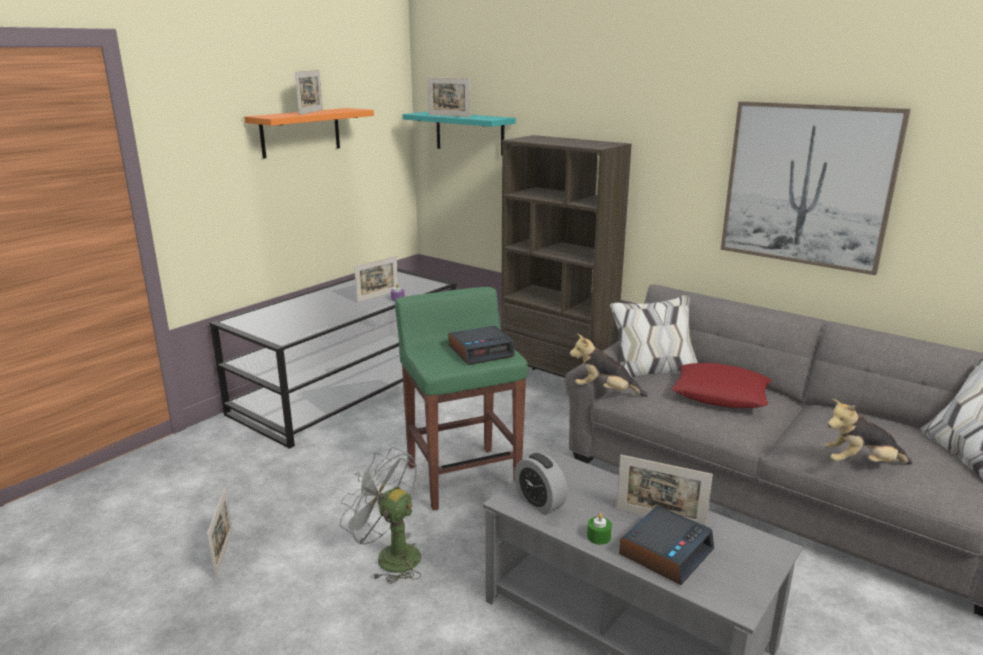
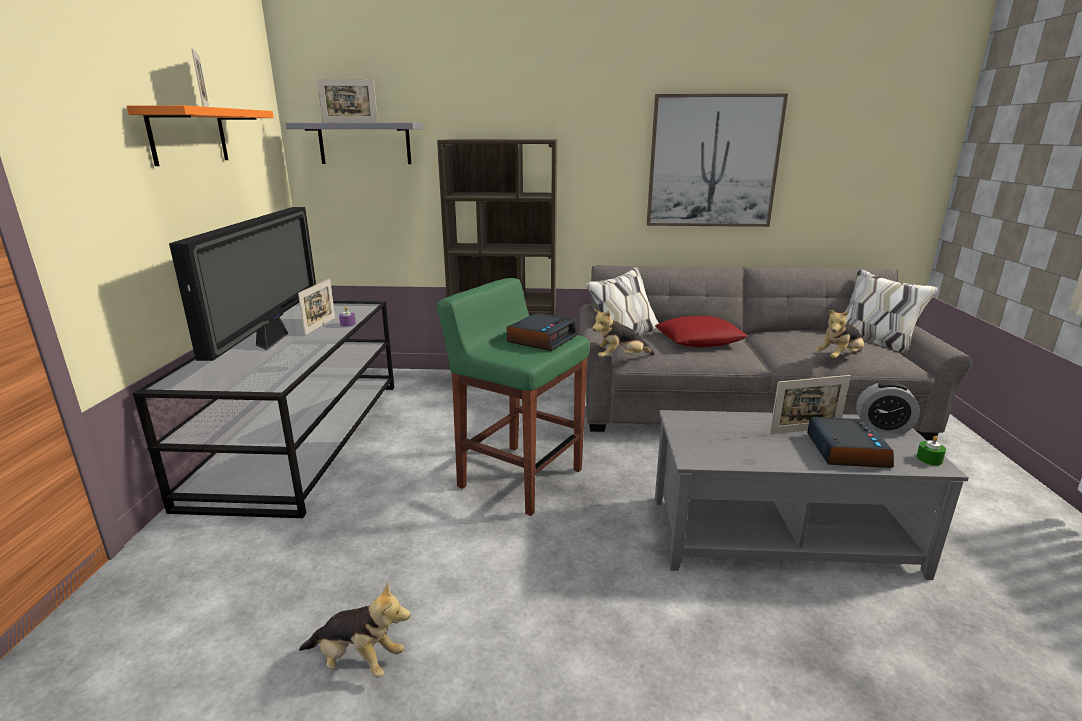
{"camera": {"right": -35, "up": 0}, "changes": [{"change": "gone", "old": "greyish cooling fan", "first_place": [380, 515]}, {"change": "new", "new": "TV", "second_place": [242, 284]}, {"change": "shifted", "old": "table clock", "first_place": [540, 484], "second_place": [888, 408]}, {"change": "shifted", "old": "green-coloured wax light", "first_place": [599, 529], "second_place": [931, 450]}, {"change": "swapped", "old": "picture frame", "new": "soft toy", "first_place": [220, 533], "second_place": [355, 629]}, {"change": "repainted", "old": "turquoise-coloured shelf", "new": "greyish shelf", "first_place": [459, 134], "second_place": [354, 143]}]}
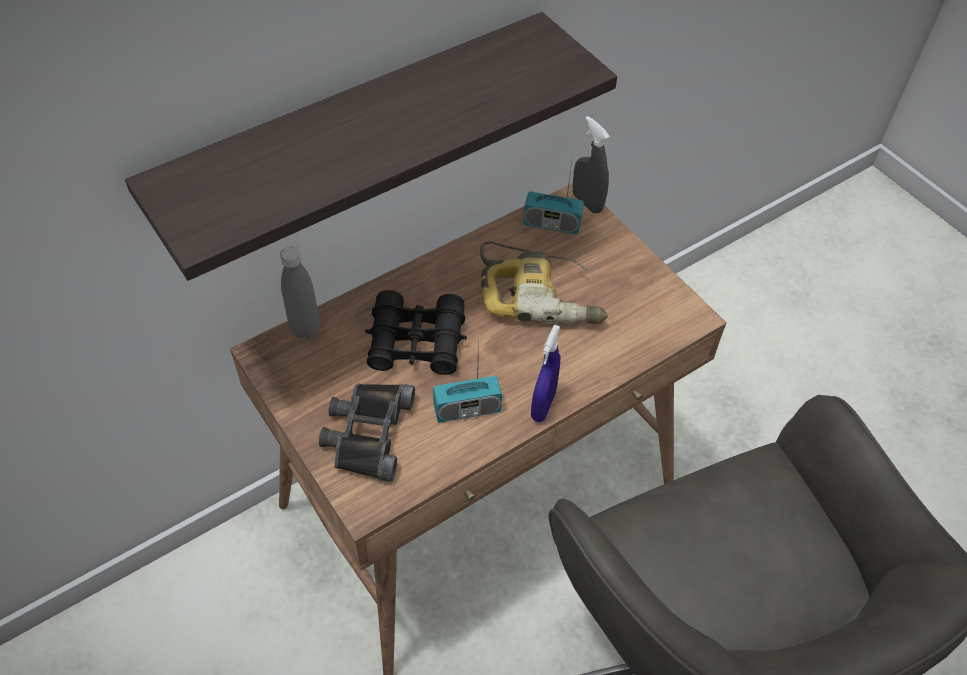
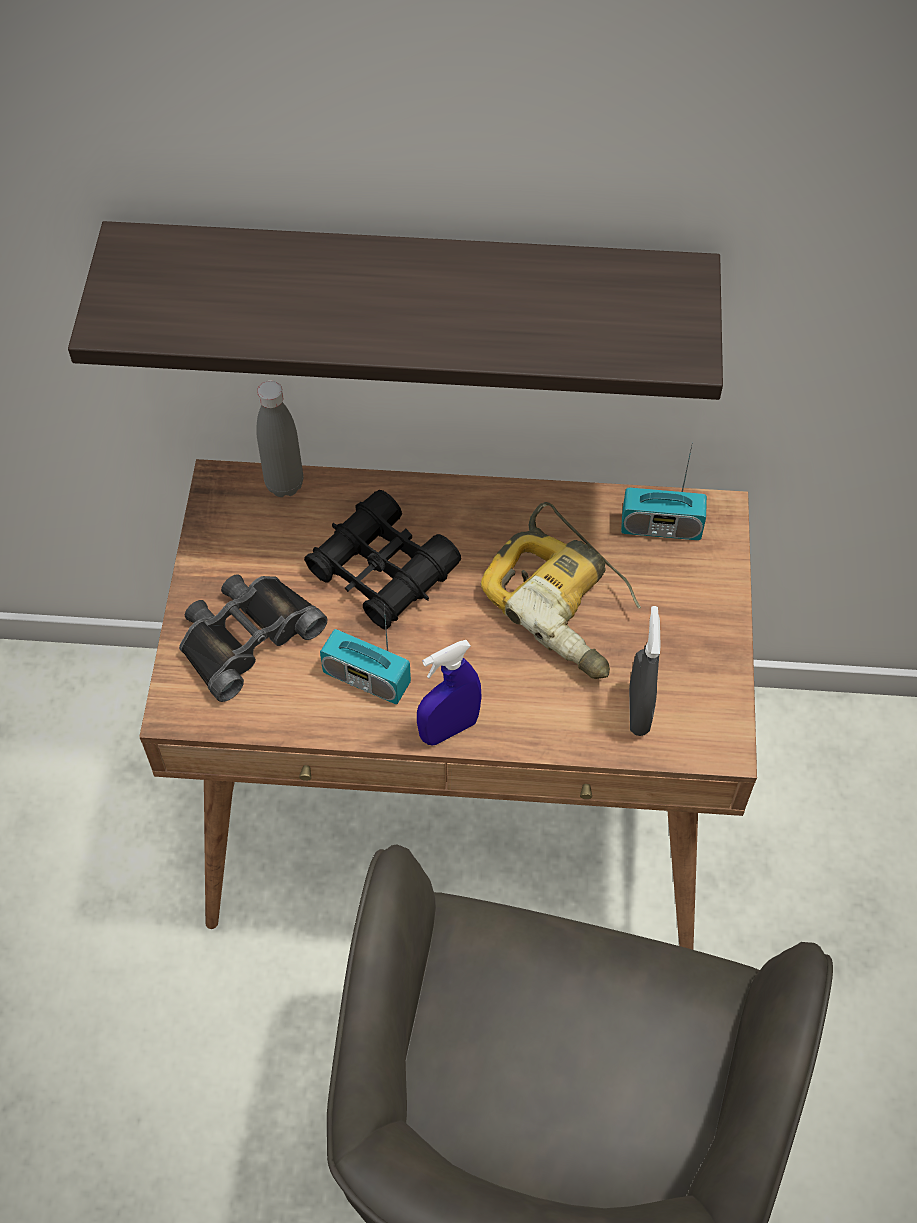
{"camera": {"right": 40, "up": 5}, "changes": [{"change": "shifted", "old": "greyish spray bottle", "first_place": [591, 165], "second_place": [645, 671]}, {"change": "rotated", "old": "radio", "first_place": [553, 197], "second_place": [664, 491], "degrees": -45}]}
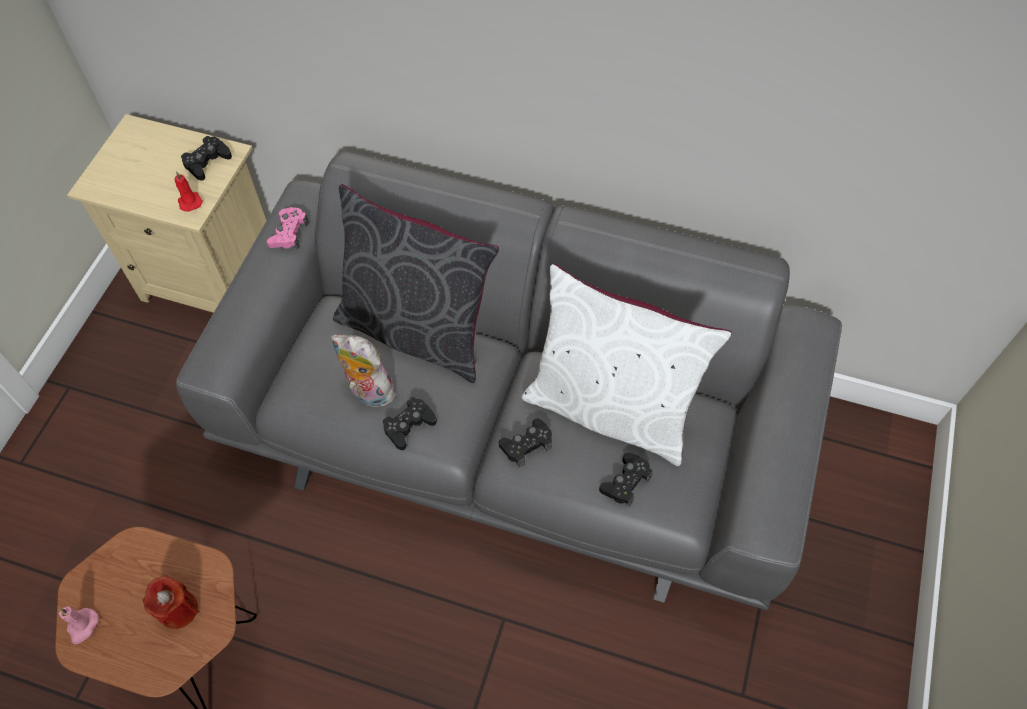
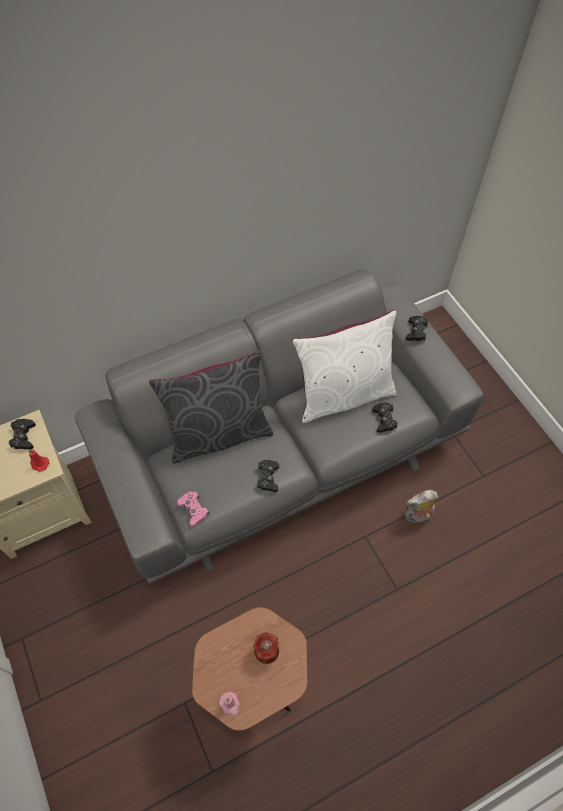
{"camera": {"right": -45, "up": 0}, "changes": [{"change": "shifted", "old": "pink gamepad", "first_place": [288, 228], "second_place": [193, 509]}, {"change": "shifted", "old": "soft toy", "first_place": [364, 371], "second_place": [421, 506]}, {"change": "shifted", "old": "black-coloured gamepad", "first_place": [525, 442], "second_place": [417, 329]}]}
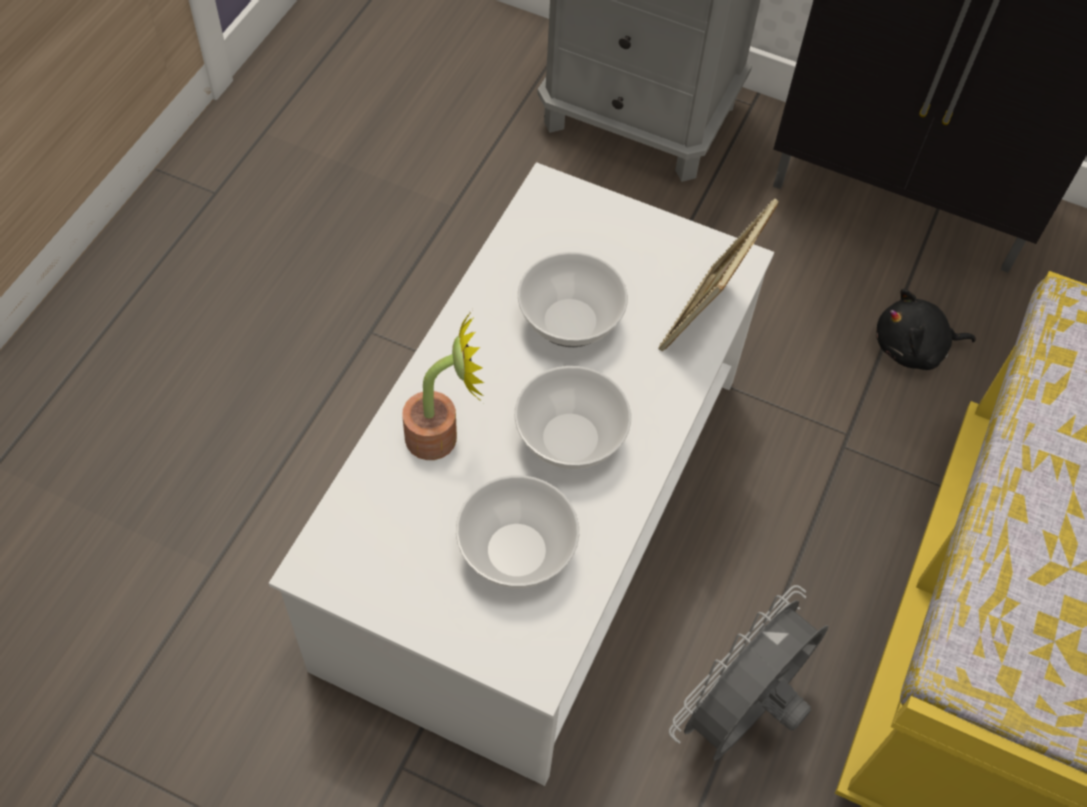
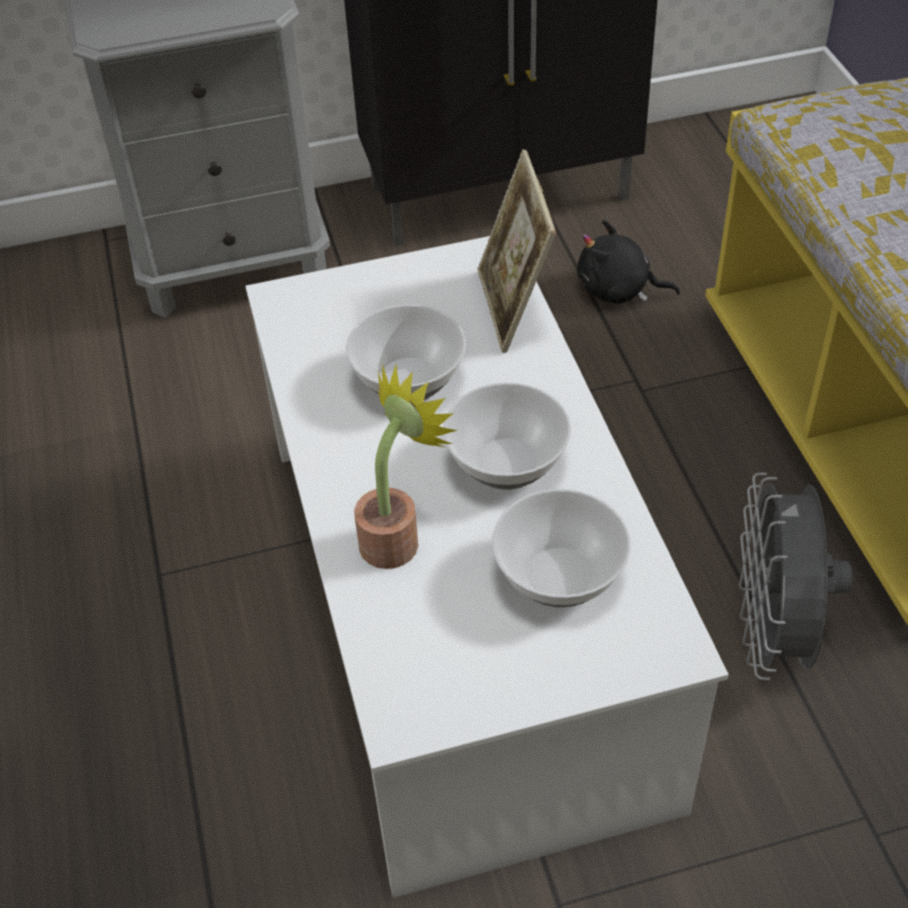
{"camera": {"right": -35, "up": -10}, "changes": [{"change": "rotated", "old": "black-coloured soft toy", "first_place": [926, 329], "second_place": [628, 262], "degrees": 60}]}
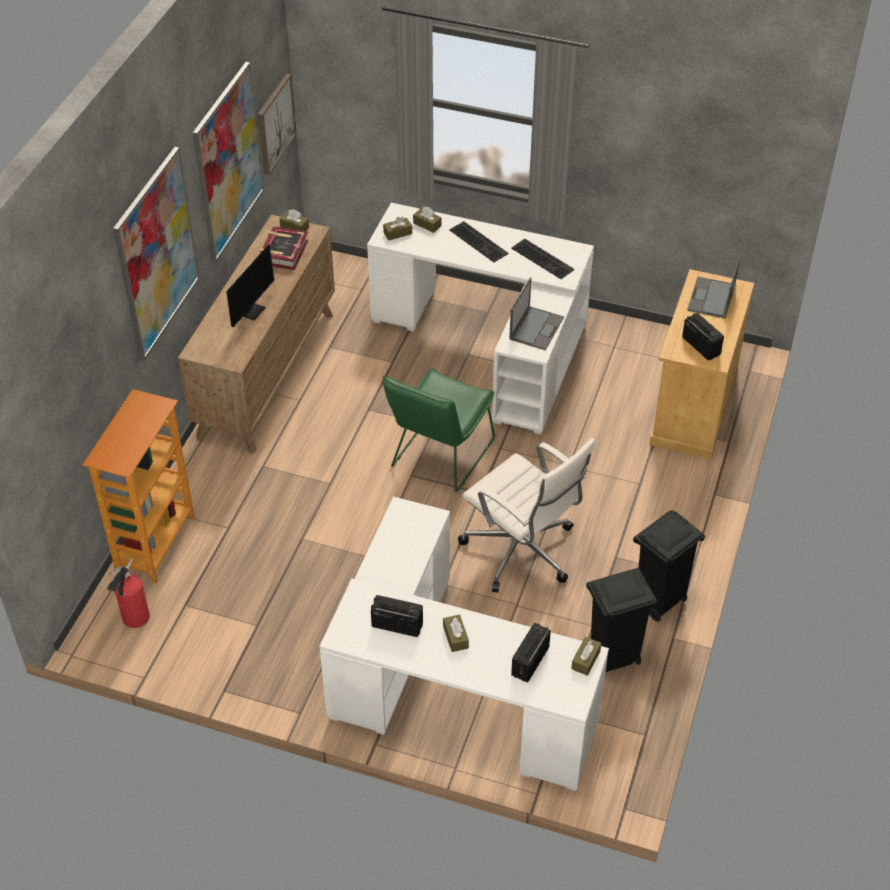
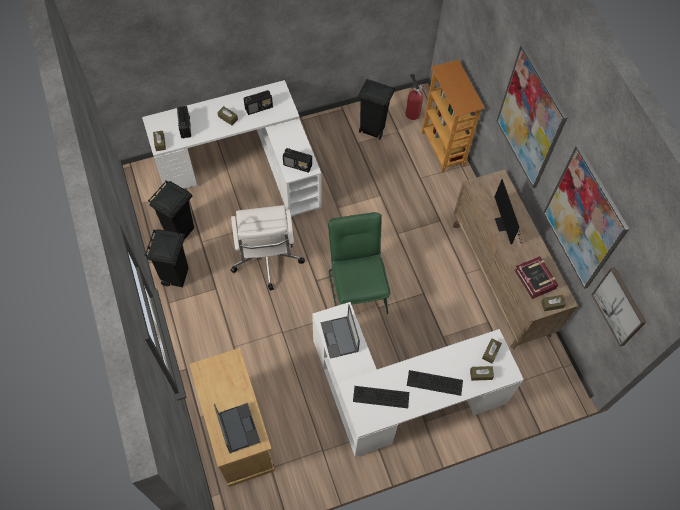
{"camera": {"right": 140, "up": 15}, "changes": [{"change": "new", "new": "black-coloured trash can", "second_place": [376, 109]}, {"change": "shifted", "old": "radio", "first_place": [703, 337], "second_place": [297, 160]}, {"change": "rotated", "old": "white desk chair", "first_place": [526, 515], "second_place": [267, 248], "degrees": -105}]}
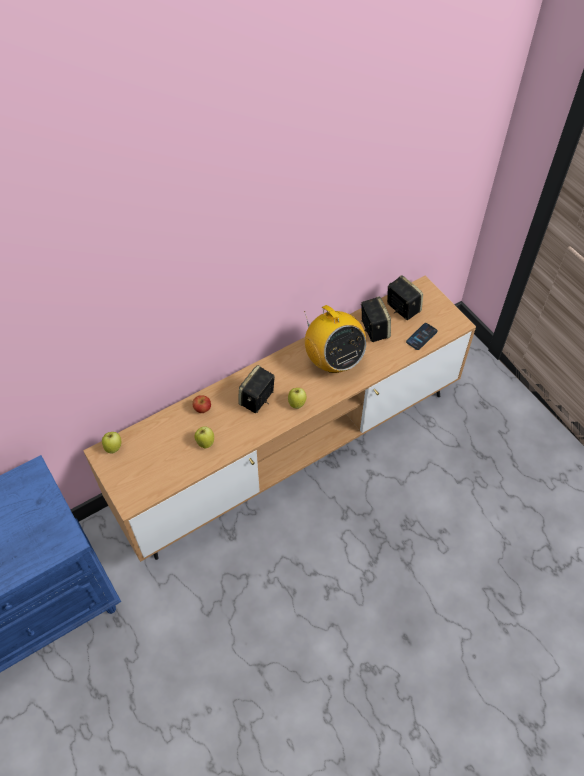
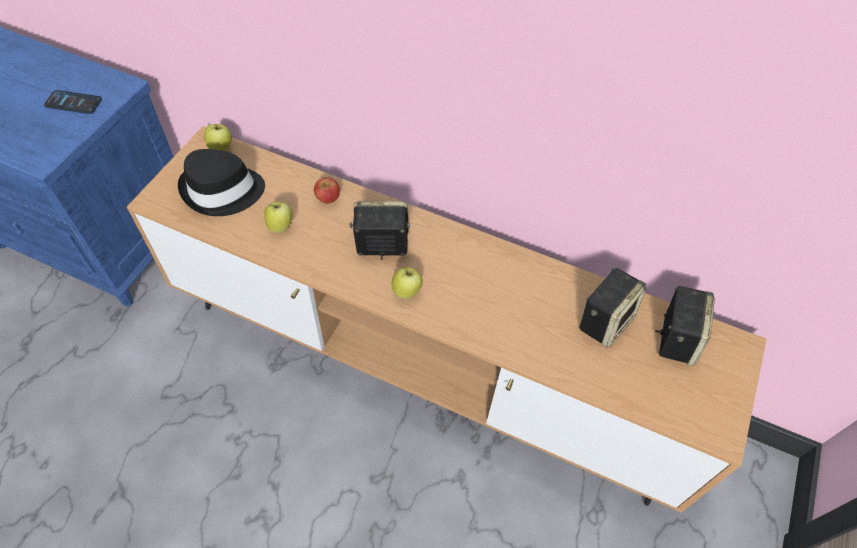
{"camera": {"right": 55, "up": 0}, "changes": [{"change": "gone", "old": "radio", "first_place": [335, 339]}, {"change": "new", "new": "black-coloured hat", "second_place": [221, 182]}, {"change": "shifted", "old": "phone", "first_place": [422, 336], "second_place": [73, 102]}]}
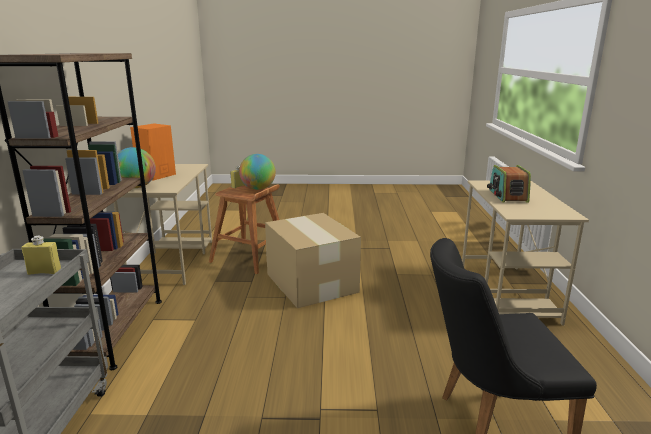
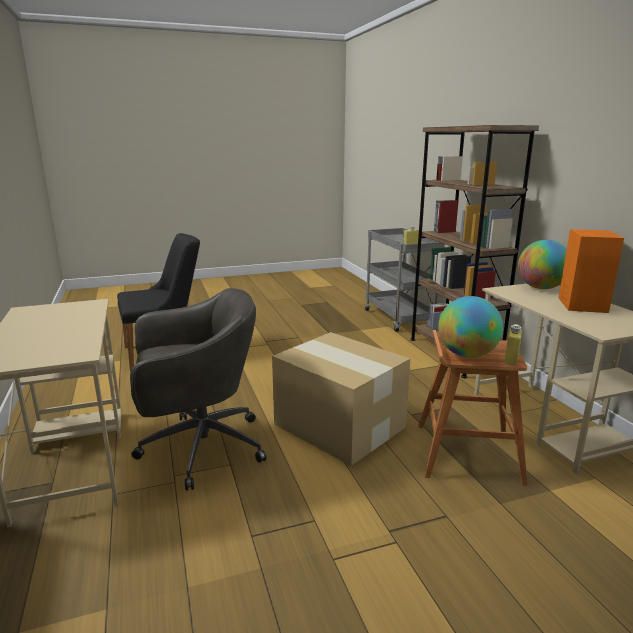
{"camera": {"right": 160, "up": 0}, "changes": [{"change": "gone", "old": "radio", "first_place": [509, 184]}, {"change": "new", "new": "greyish desk chair", "second_place": [198, 389]}]}
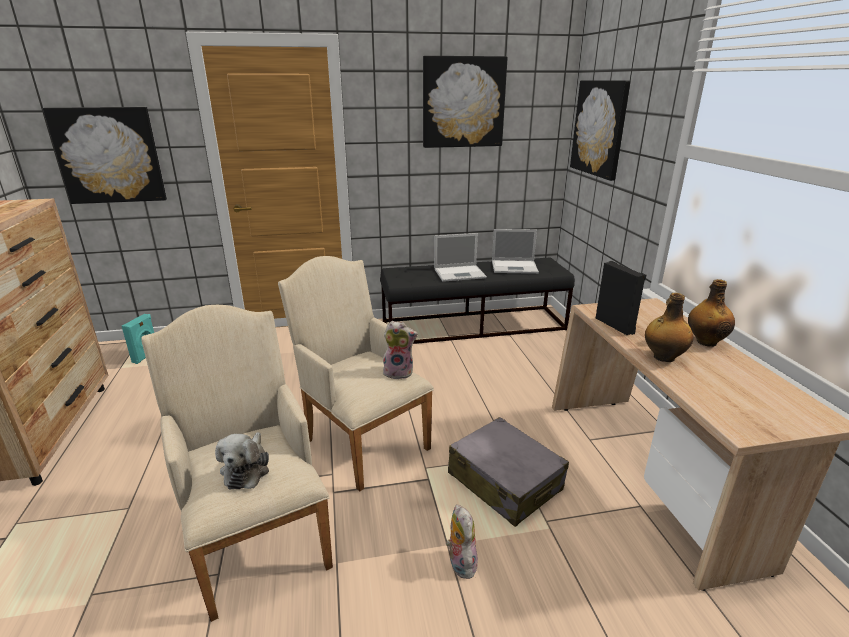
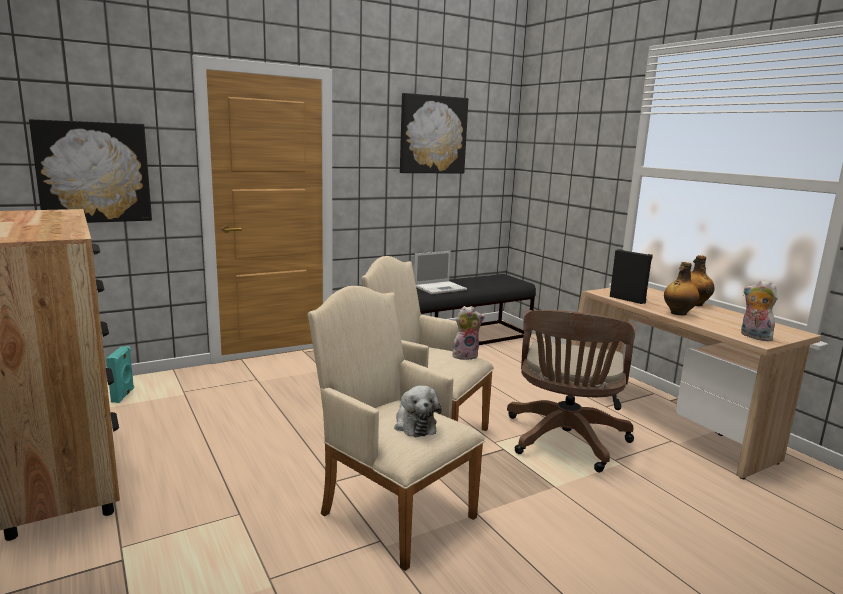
{"camera": {"right": -20, "up": -10}, "changes": [{"change": "gone", "old": "portable computer", "first_place": [515, 251]}, {"change": "gone", "old": "wall art", "first_place": [600, 130]}, {"change": "shifted", "old": "soft toy", "first_place": [462, 541], "second_place": [759, 310]}, {"change": "swapped", "old": "greyish suitcase", "new": "brown-coloured desk chair", "first_place": [508, 472], "second_place": [571, 391]}]}
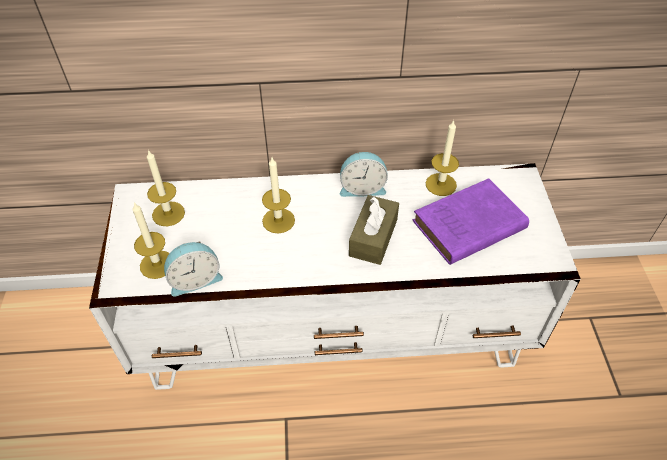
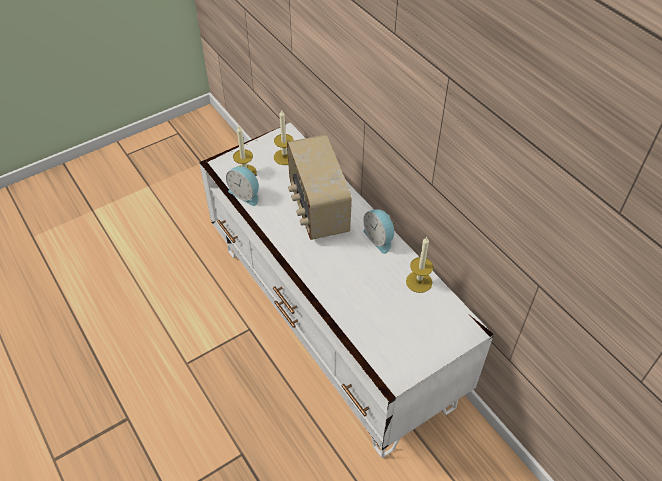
{"camera": {"right": 60, "up": 0}, "changes": [{"change": "gone", "old": "brown-coloured tissue box", "first_place": [374, 230]}, {"change": "gone", "old": "purplish bound book", "first_place": [471, 221]}, {"change": "swapped", "old": "wax light", "new": "radio", "first_place": [278, 196], "second_place": [319, 187]}]}
